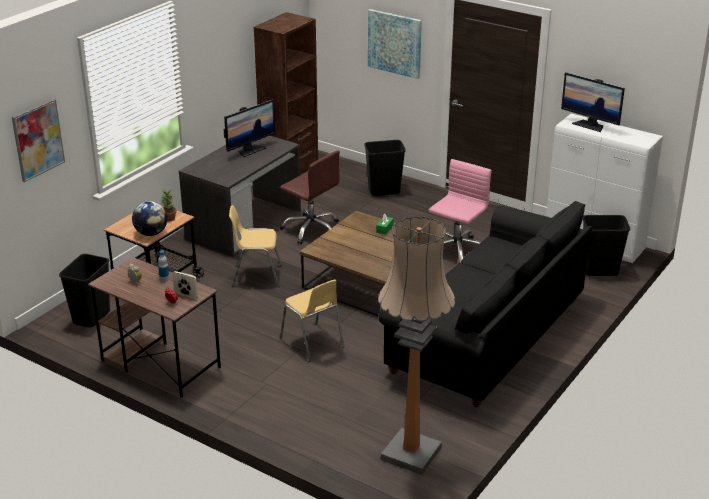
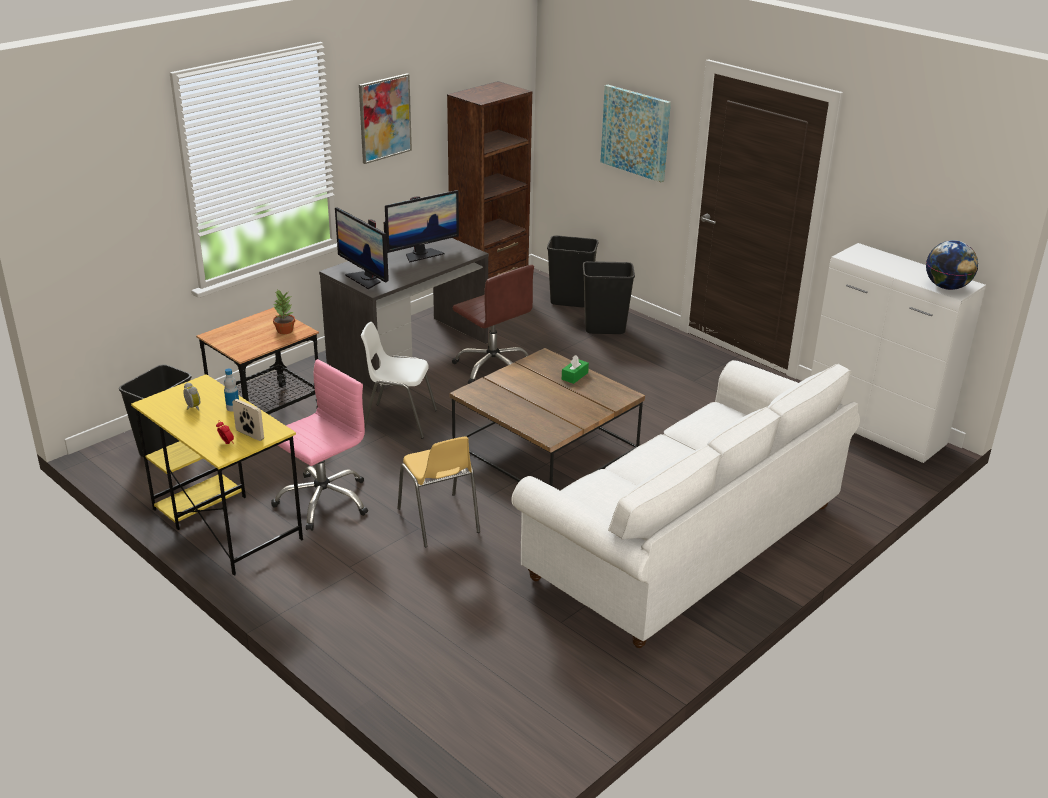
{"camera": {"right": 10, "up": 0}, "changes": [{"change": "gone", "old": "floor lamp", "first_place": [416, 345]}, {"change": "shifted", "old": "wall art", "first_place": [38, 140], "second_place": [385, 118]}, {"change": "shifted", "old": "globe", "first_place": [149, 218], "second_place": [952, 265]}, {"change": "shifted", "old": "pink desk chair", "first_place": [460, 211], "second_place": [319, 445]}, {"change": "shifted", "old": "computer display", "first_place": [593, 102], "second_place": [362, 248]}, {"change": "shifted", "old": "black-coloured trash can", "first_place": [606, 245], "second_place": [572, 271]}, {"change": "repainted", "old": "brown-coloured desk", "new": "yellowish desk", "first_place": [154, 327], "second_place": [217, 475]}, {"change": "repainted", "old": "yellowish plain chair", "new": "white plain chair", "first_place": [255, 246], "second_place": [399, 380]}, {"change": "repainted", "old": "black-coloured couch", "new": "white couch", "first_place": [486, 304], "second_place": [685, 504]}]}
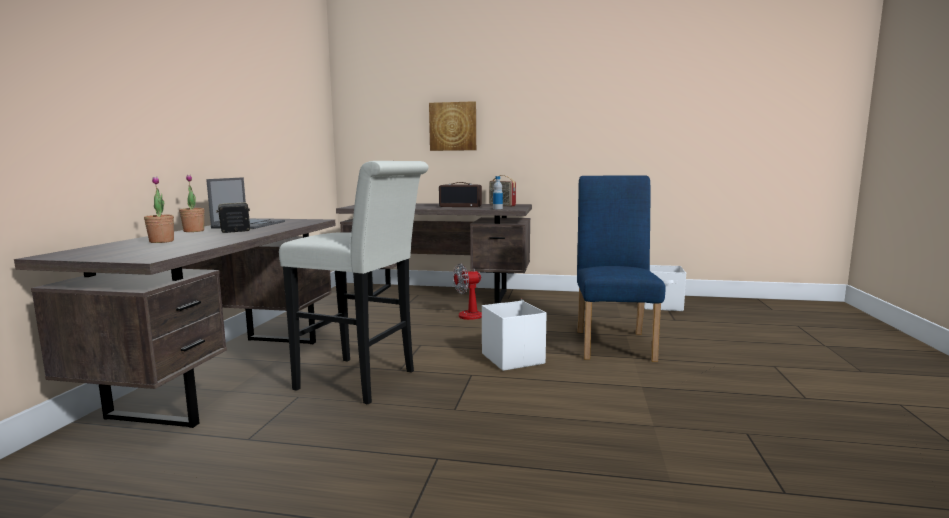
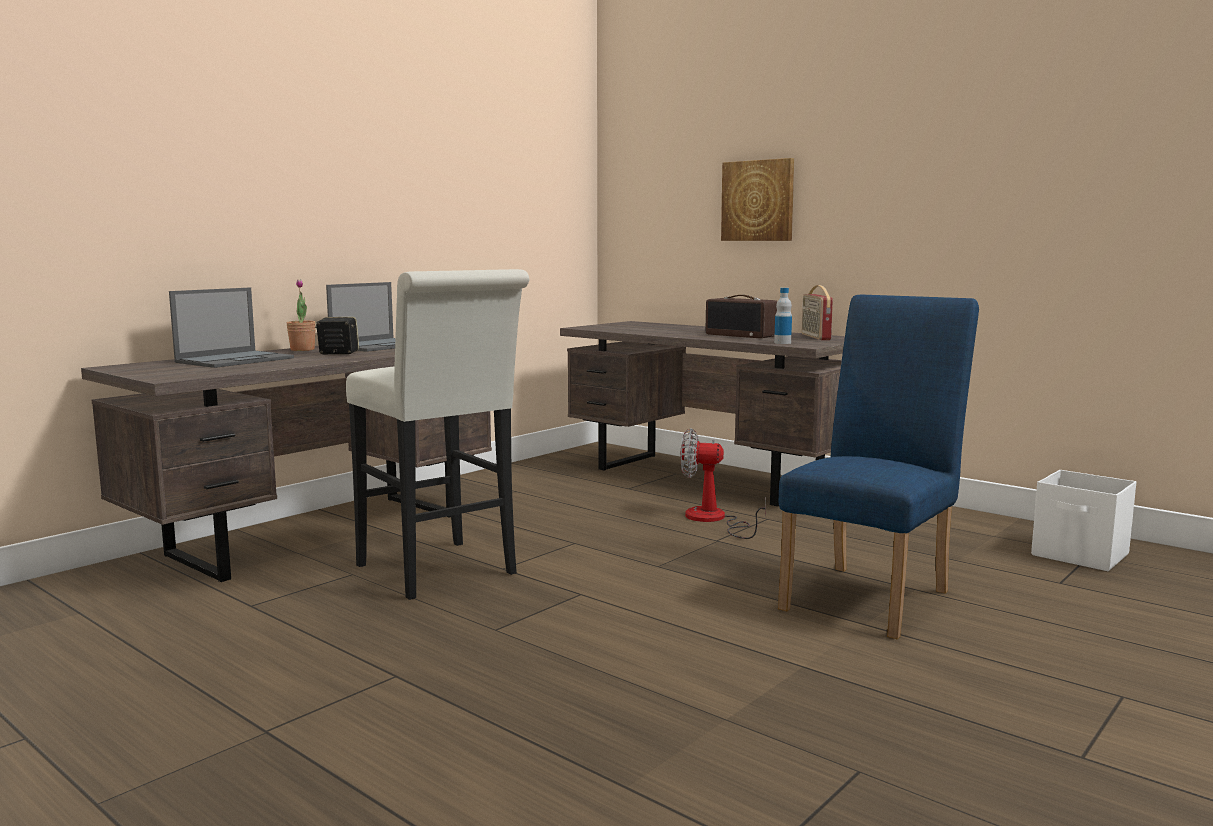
{"camera": {"right": 30, "up": 0}, "changes": [{"change": "gone", "old": "white storage box", "first_place": [514, 335]}, {"change": "swapped", "old": "houseplant", "new": "portable computer", "first_place": [159, 209], "second_place": [231, 327]}]}
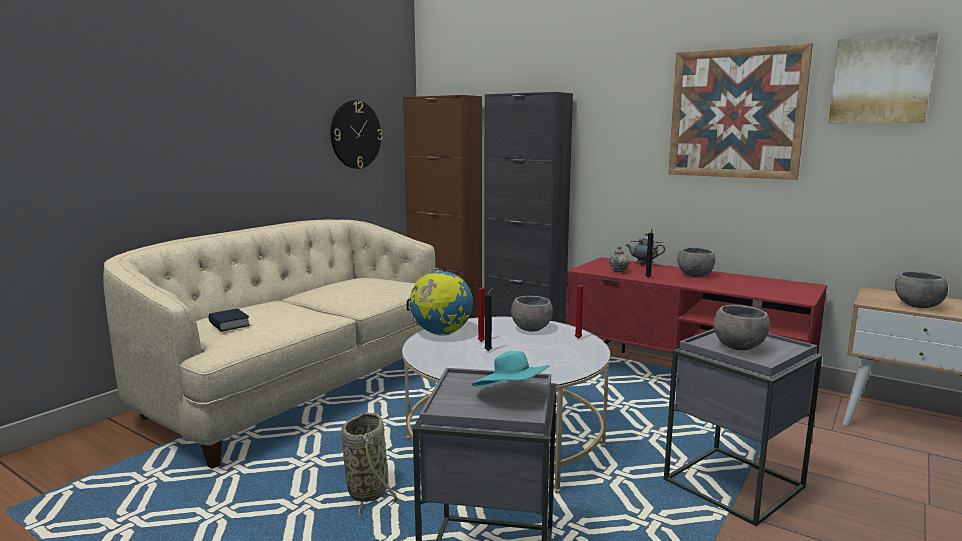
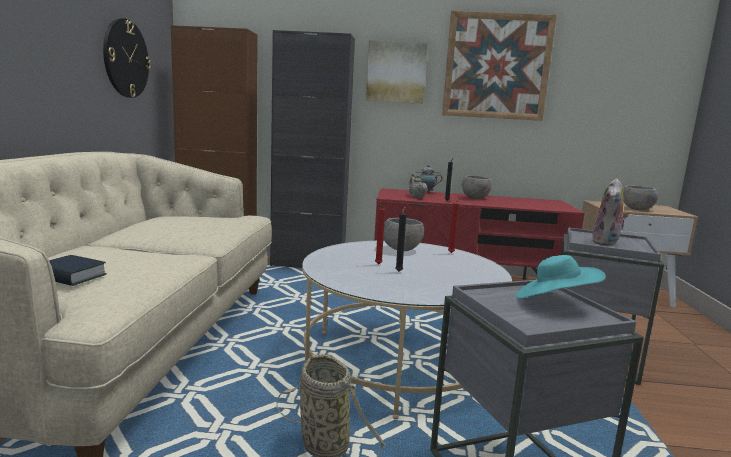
{"camera": {"right": -30, "up": 0}, "changes": [{"change": "gone", "old": "globe", "first_place": [439, 303]}, {"change": "shifted", "old": "wall art", "first_place": [883, 77], "second_place": [397, 72]}, {"change": "swapped", "old": "greyish deep dish", "new": "soft toy", "first_place": [741, 327], "second_place": [610, 212]}]}
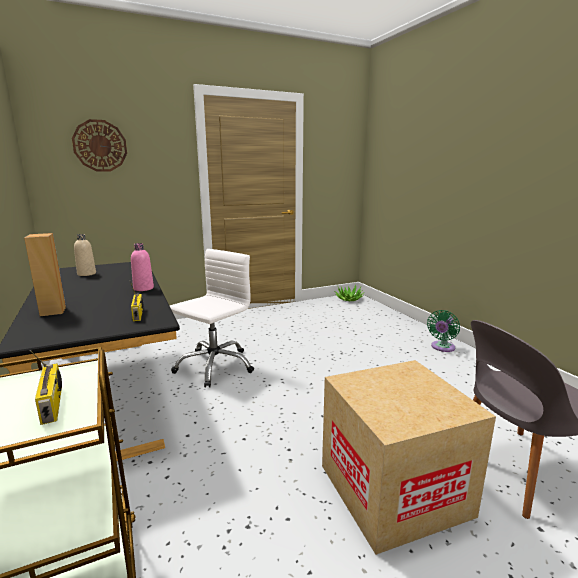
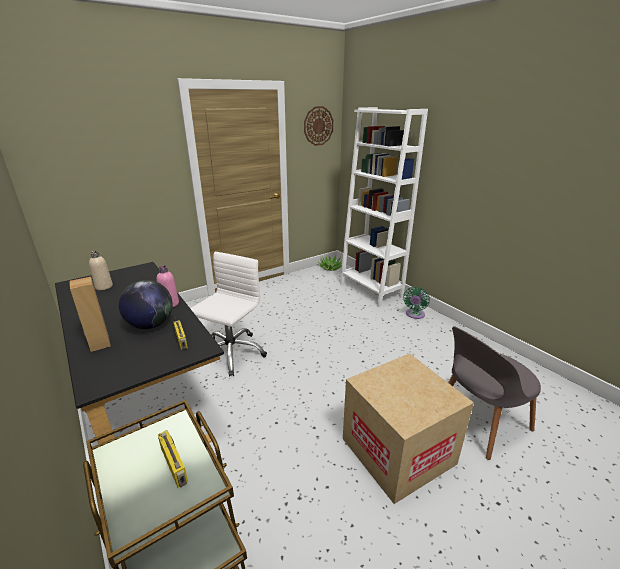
{"camera": {"right": -10, "up": 10}, "changes": [{"change": "new", "new": "globe", "second_place": [146, 304]}, {"change": "new", "new": "white bookshelf", "second_place": [384, 207]}, {"change": "shifted", "old": "wall clock", "first_place": [99, 145], "second_place": [319, 126]}]}
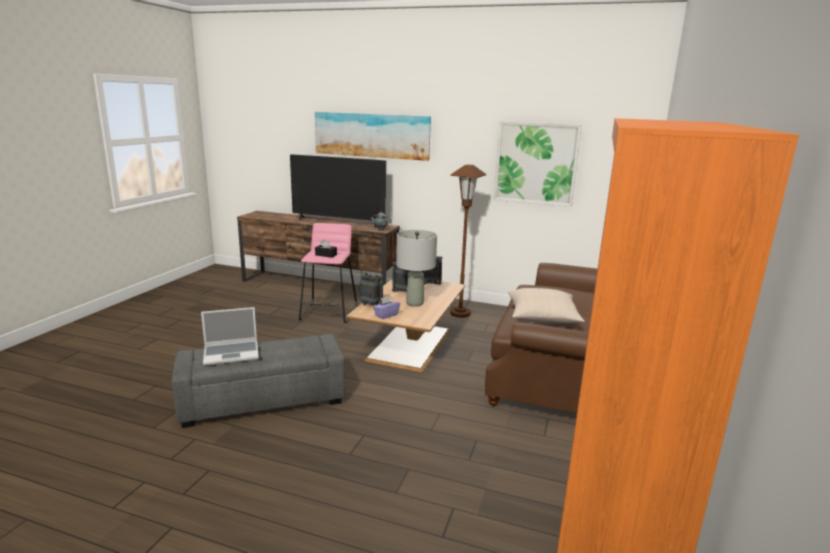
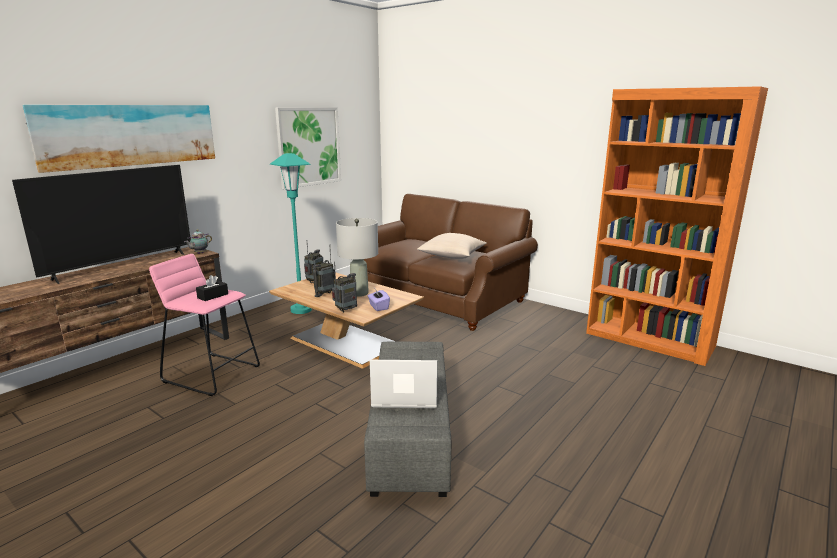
{"camera": {"right": -70, "up": 0}, "changes": [{"change": "repainted", "old": "brown-coloured floor lamp", "new": "turquoise-coloured floor lamp", "first_place": [468, 241], "second_place": [291, 233]}, {"change": "rotated", "old": "portable computer", "first_place": [230, 336], "second_place": [403, 384], "degrees": -90}]}
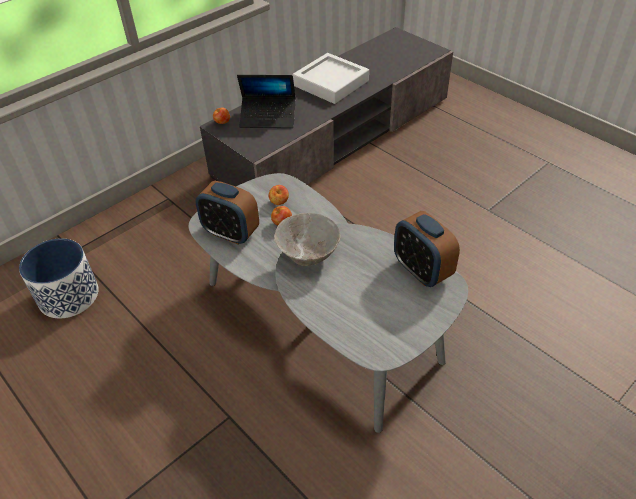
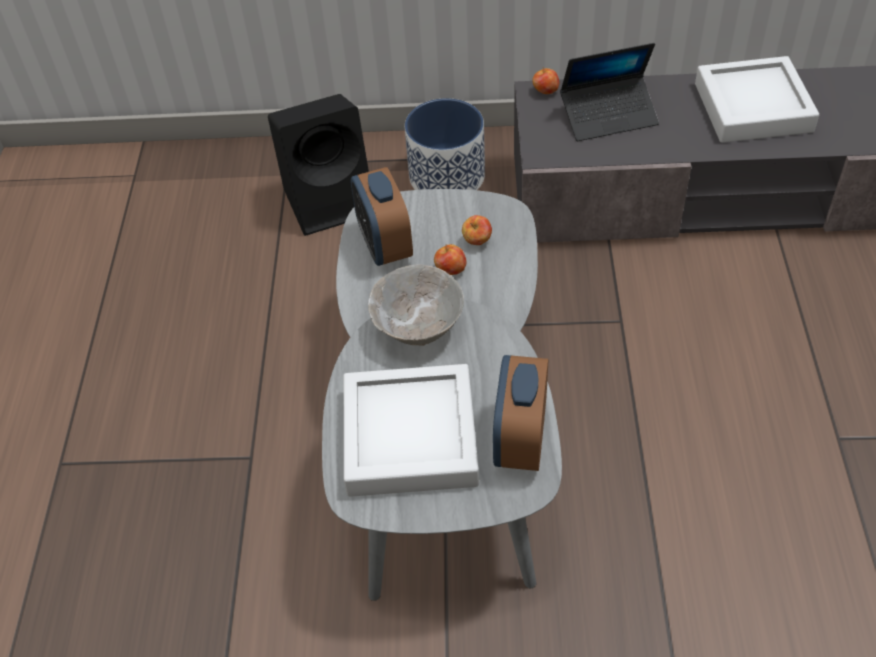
{"camera": {"right": 45, "up": 5}, "changes": [{"change": "new", "new": "black-coloured audio speaker", "second_place": [318, 165]}, {"change": "new", "new": "greyish tray", "second_place": [411, 430]}, {"change": "shifted", "old": "plant pot", "first_place": [58, 278], "second_place": [445, 144]}, {"change": "rotated", "old": "portable computer", "first_place": [266, 101], "second_place": [609, 92], "degrees": -60}]}
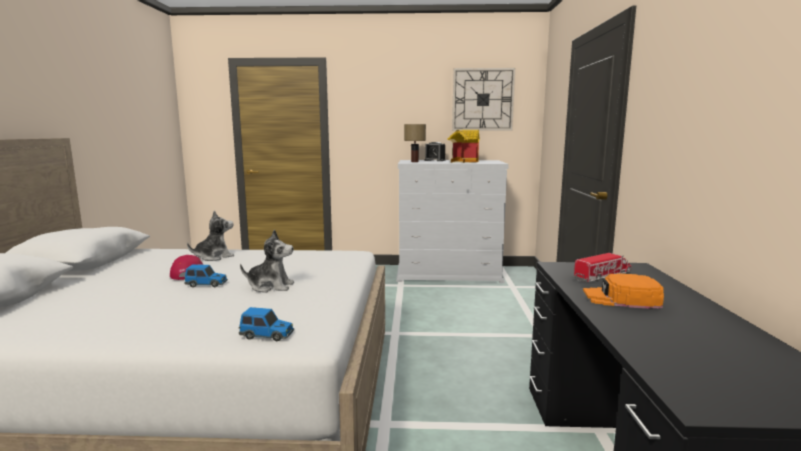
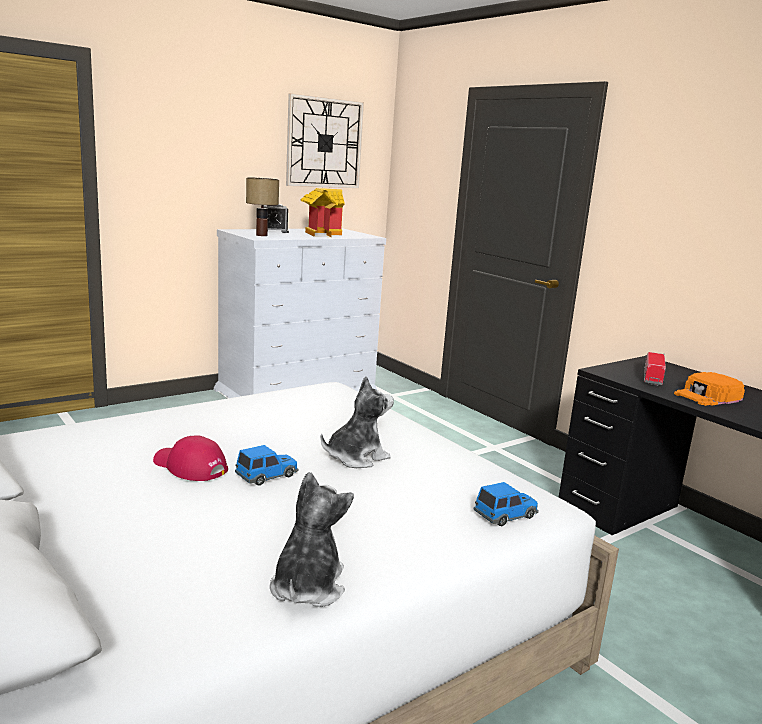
{"camera": {"right": -40, "up": 5}, "changes": [{"change": "shifted", "old": "soft toy", "first_place": [210, 235], "second_place": [312, 539]}]}
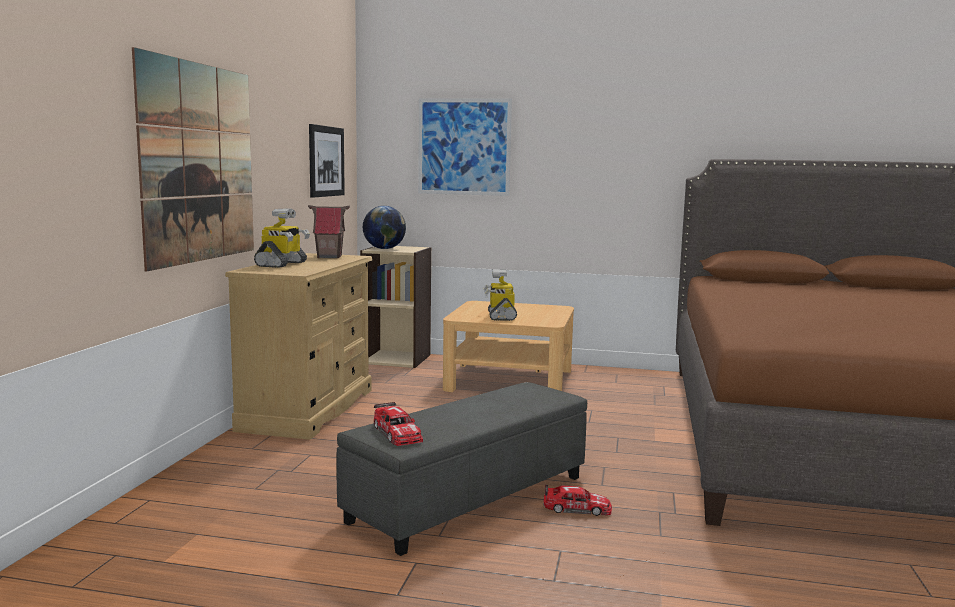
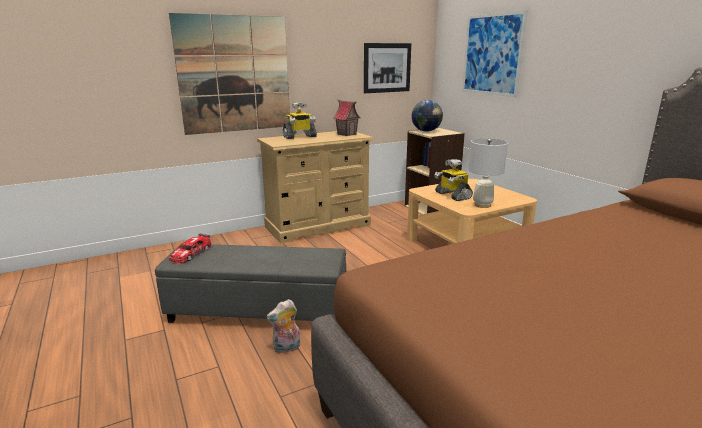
{"camera": {"right": 50, "up": 10}, "changes": [{"change": "new", "new": "white table lamp", "second_place": [488, 173]}, {"change": "swapped", "old": "miniature car", "new": "soft toy", "first_place": [577, 500], "second_place": [283, 326]}, {"change": "rotated", "old": "robot figure", "first_place": [500, 295], "second_place": [453, 180], "degrees": -75}]}
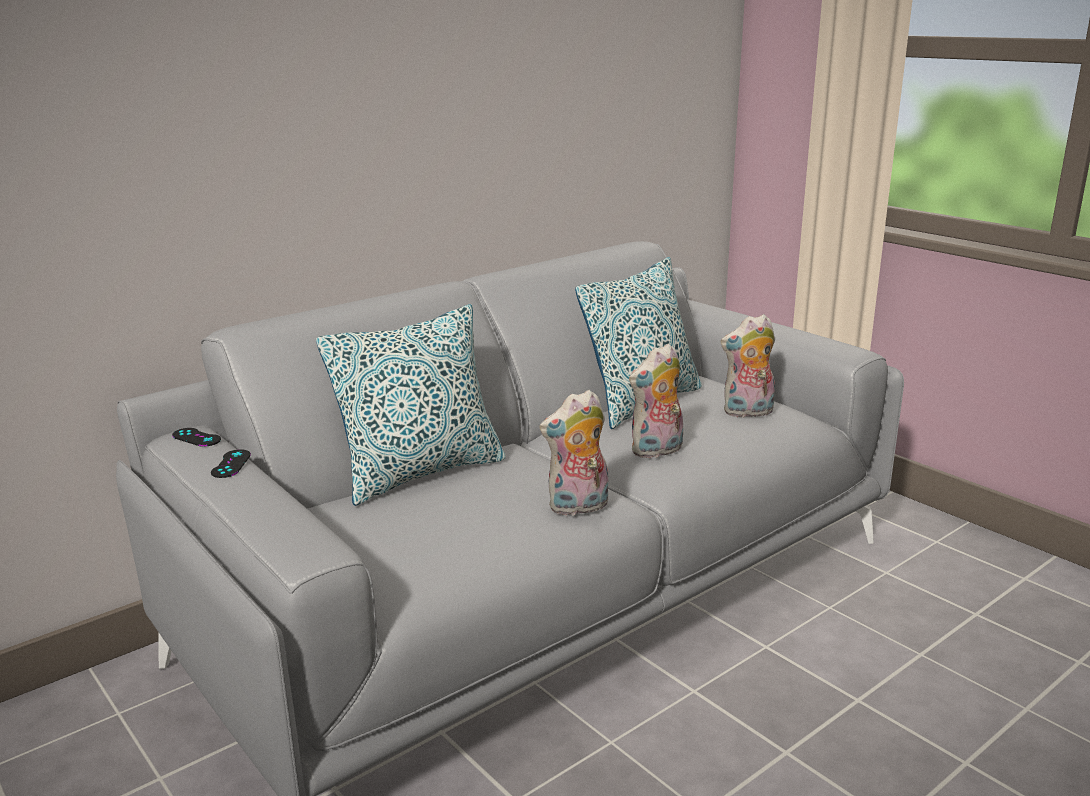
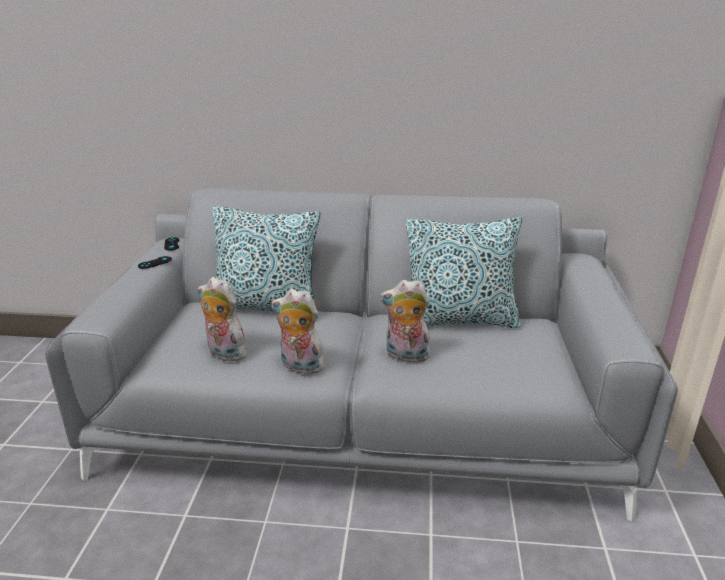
{"camera": {"right": 45, "up": 5}, "changes": [{"change": "shifted", "old": "soft toy", "first_place": [747, 366], "second_place": [222, 319]}]}
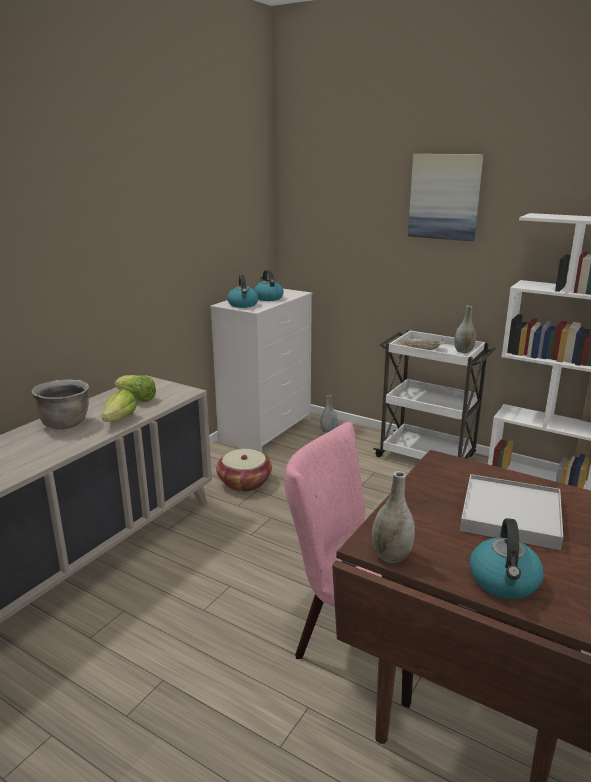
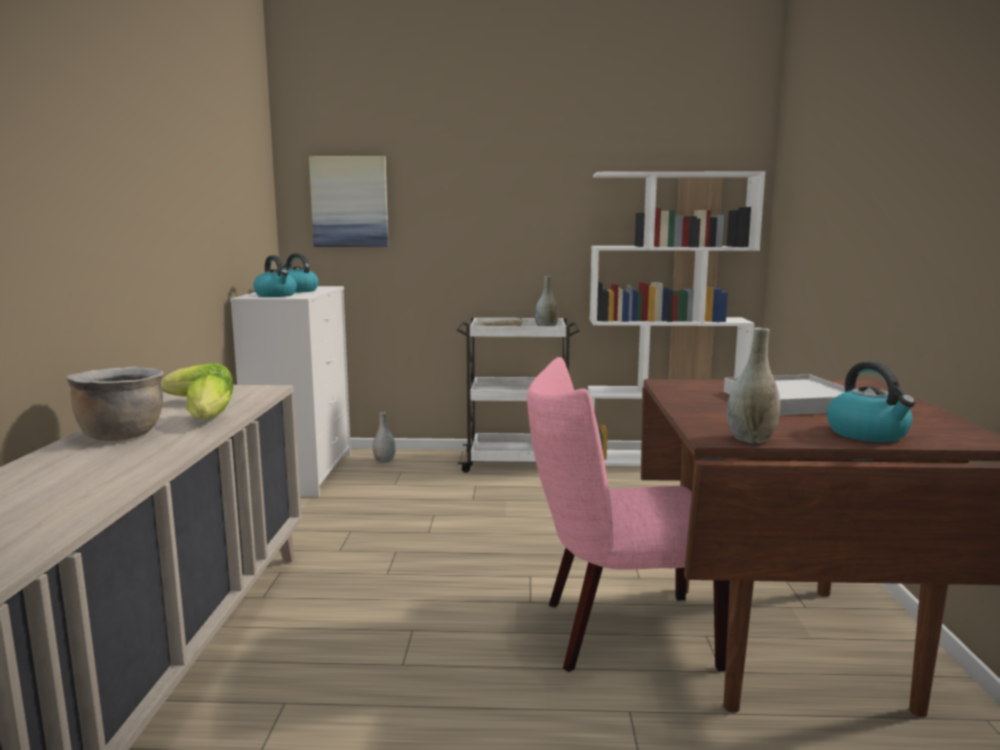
{"camera": {"right": -30, "up": -10}, "changes": [{"change": "gone", "old": "household basket", "first_place": [244, 470]}, {"change": "shifted", "old": "wall art", "first_place": [446, 197], "second_place": [349, 201]}]}
